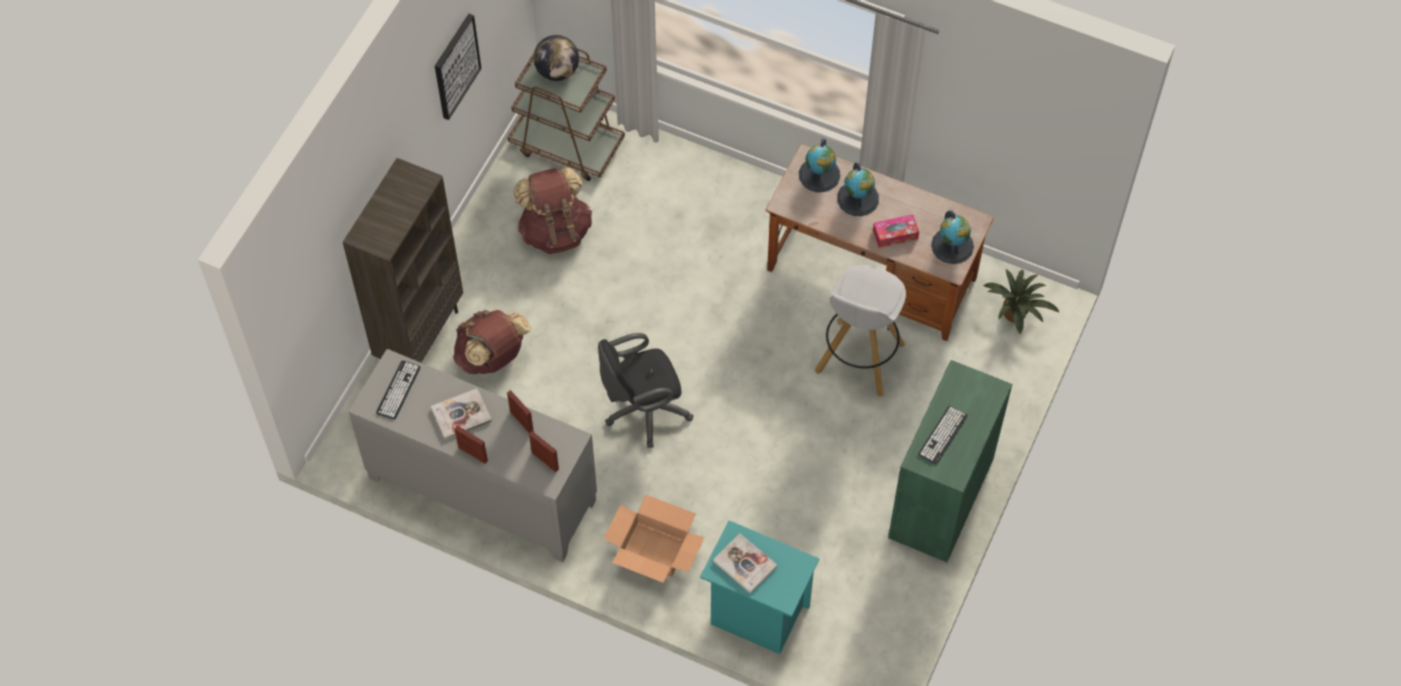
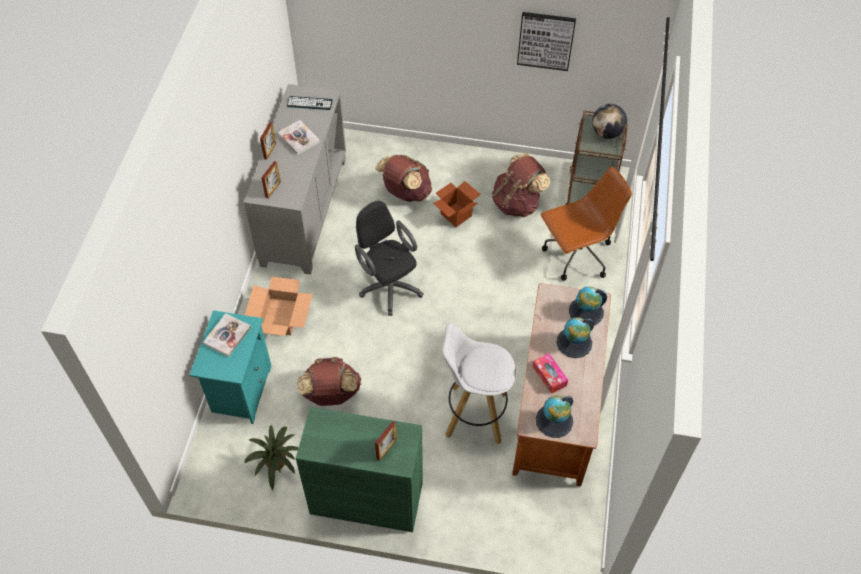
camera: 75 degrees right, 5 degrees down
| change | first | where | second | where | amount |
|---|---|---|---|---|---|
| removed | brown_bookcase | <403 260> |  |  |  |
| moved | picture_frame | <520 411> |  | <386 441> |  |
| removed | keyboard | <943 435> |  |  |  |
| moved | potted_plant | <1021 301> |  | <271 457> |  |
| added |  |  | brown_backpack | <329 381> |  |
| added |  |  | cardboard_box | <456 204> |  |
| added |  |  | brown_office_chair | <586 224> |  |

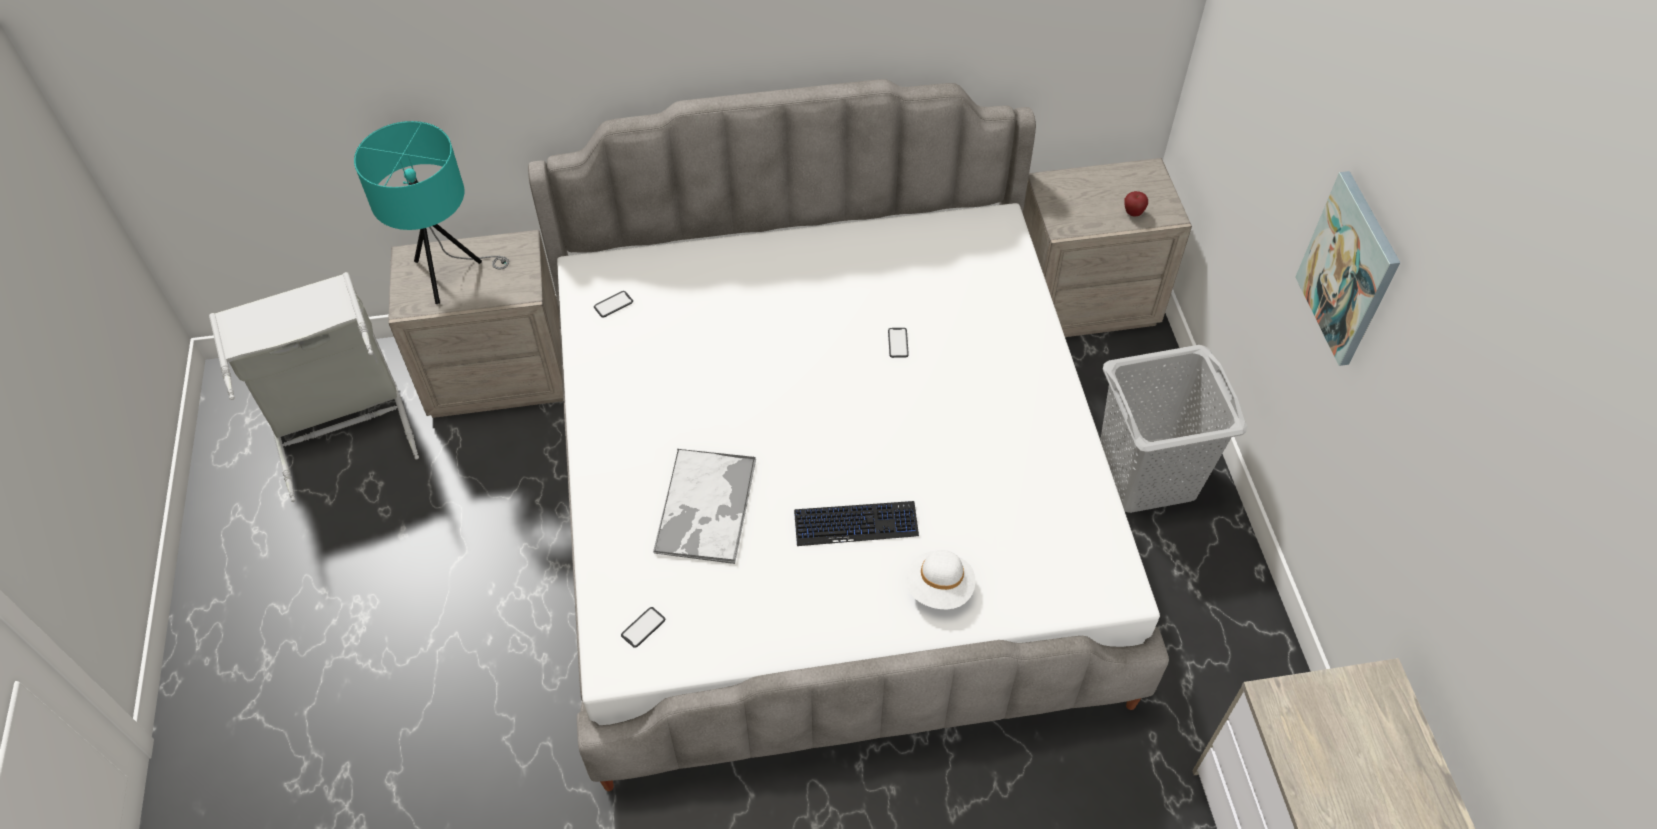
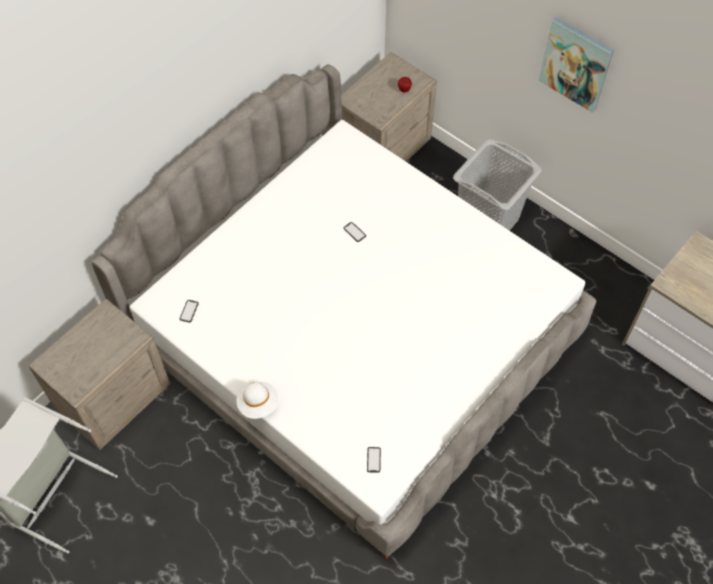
camera: 40 degrees left, 5 degrees up
| change | first | where | second | where | amount |
|---|---|---|---|---|---|
| removed | turquoise_table_lamp | <431 212> |  |  |  |
| removed | tray | <704 506> |  |  |  |
| removed | keyboard | <856 523> |  |  |  |
| moved | white_hat | <941 579> |  | <257 400> |  |

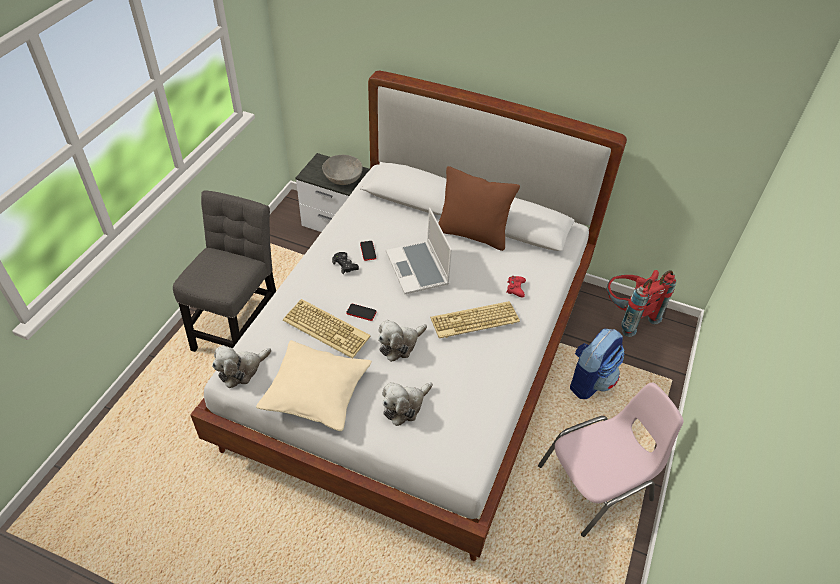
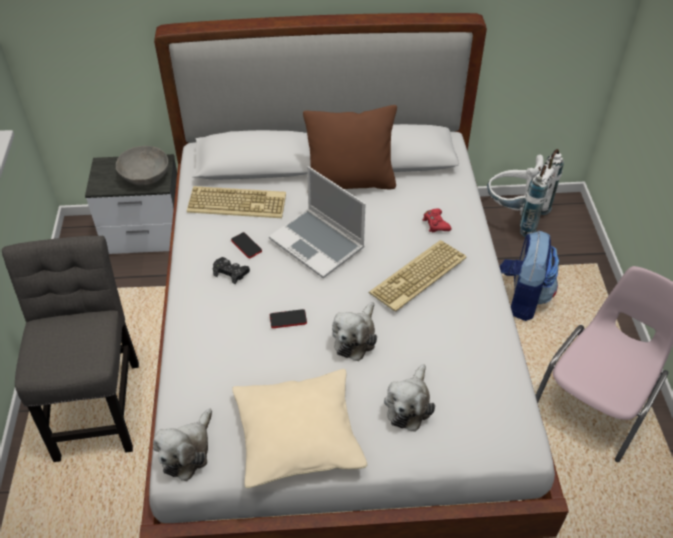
camera: 25 degrees left, 0 degrees up
| change | first | where | second | where | amount |
|---|---|---|---|---|---|
| moved | keyboard | <326 328> |  | <236 202> |  |
| recoloured | red_backpack | <641 303> | white_backpack | <525 193> |  |

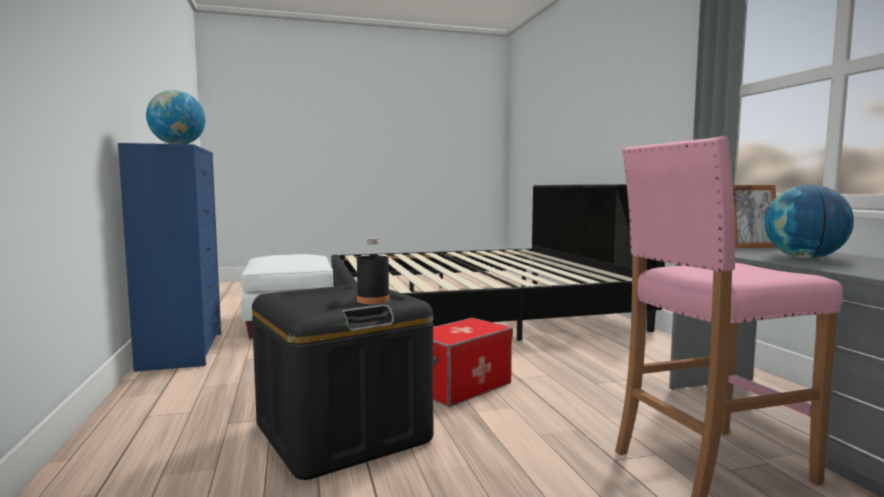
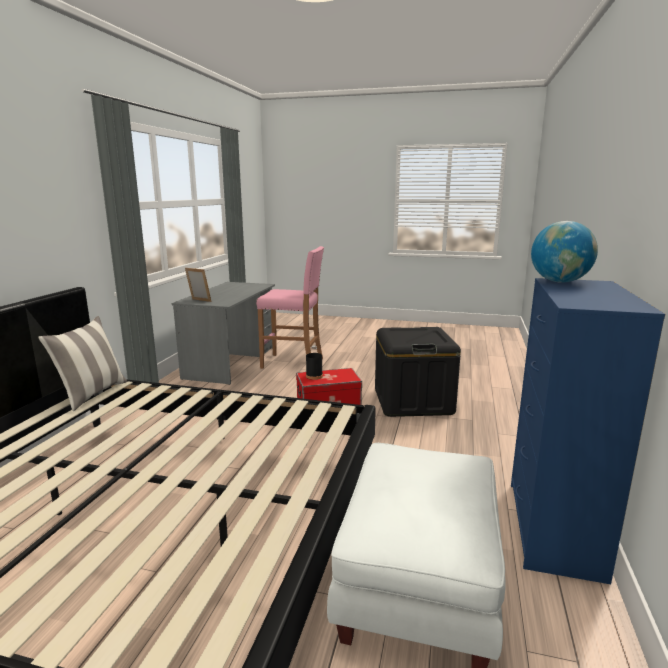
camera: 150 degrees left, 10 degrees up
| change | first | where | second | where | amount |
|---|---|---|---|---|---|
| moved | black_bottle | <373 271> |  | <314 362> |  |
| removed | globe | <809 222> |  |  |  |
| added |  |  | pillow | <82 363> |  |

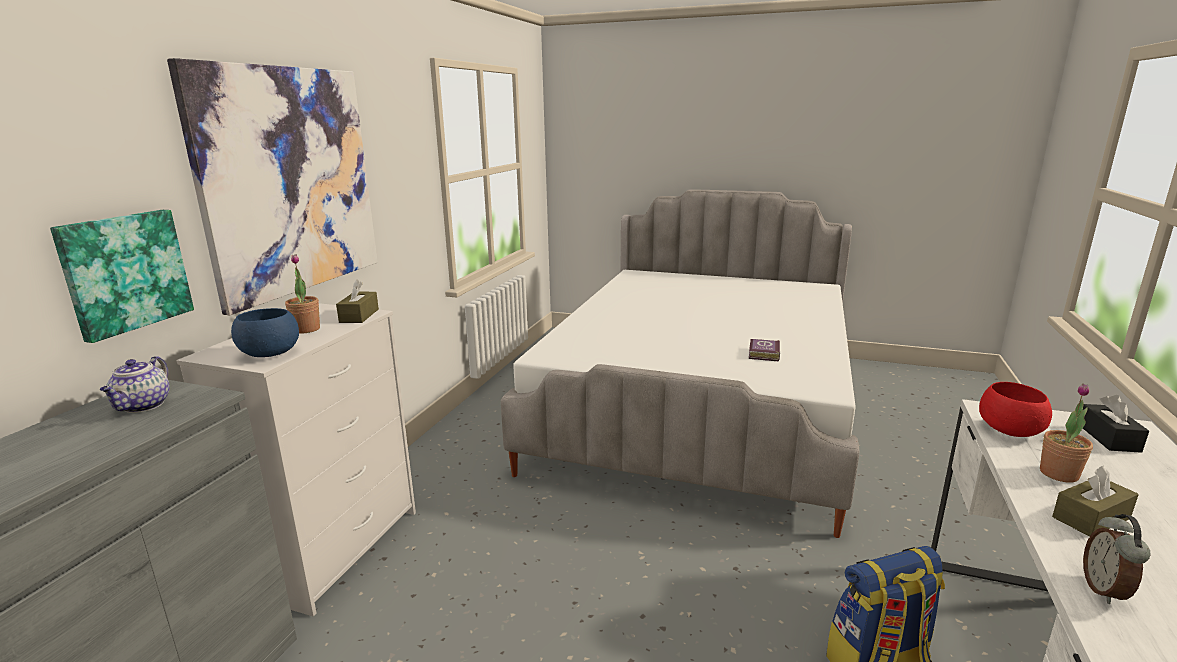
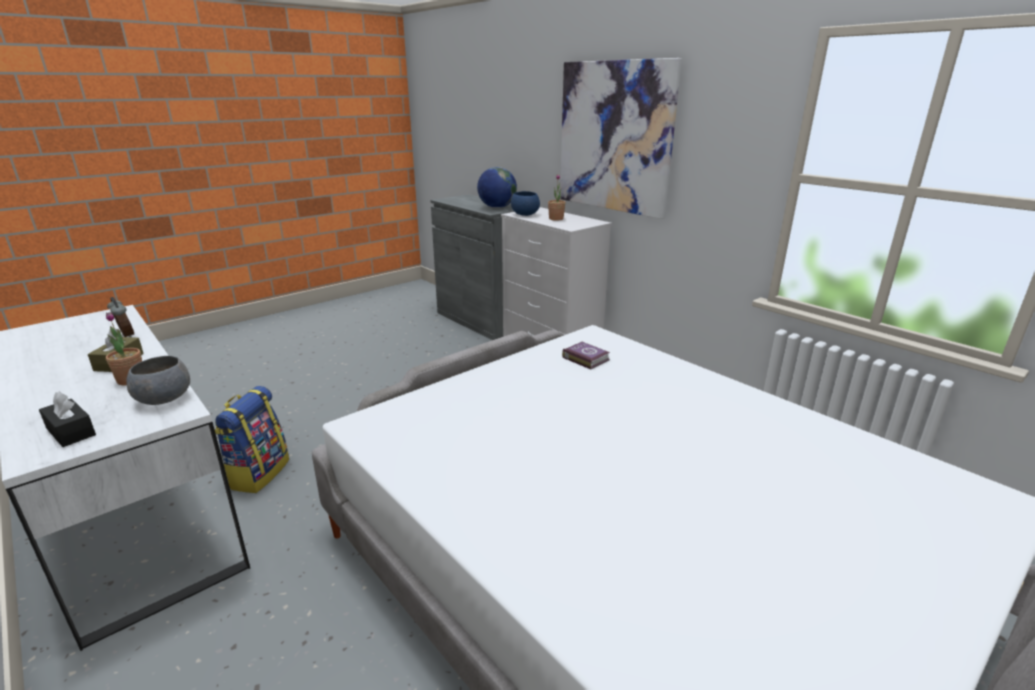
camera: 120 degrees right, 5 degrees up
| change | first | where | second | where | amount |
|---|---|---|---|---|---|
| removed | picture | <122 276> |  |  |  |
| replaced | teapot | <135 384> | globe | <497 187> |  |
| removed | brown_tissue_box | <357 301> |  |  |  |
| moved | book | <764 350> |  | <586 355> |  |
| recoloured | red_bowl | <1015 409> | grey_bowl | <158 380> |  |

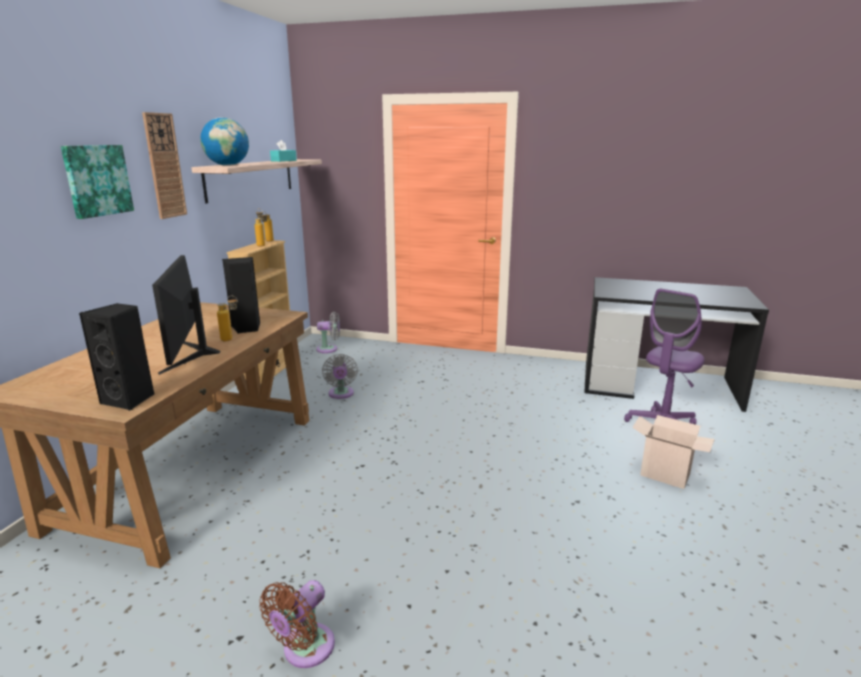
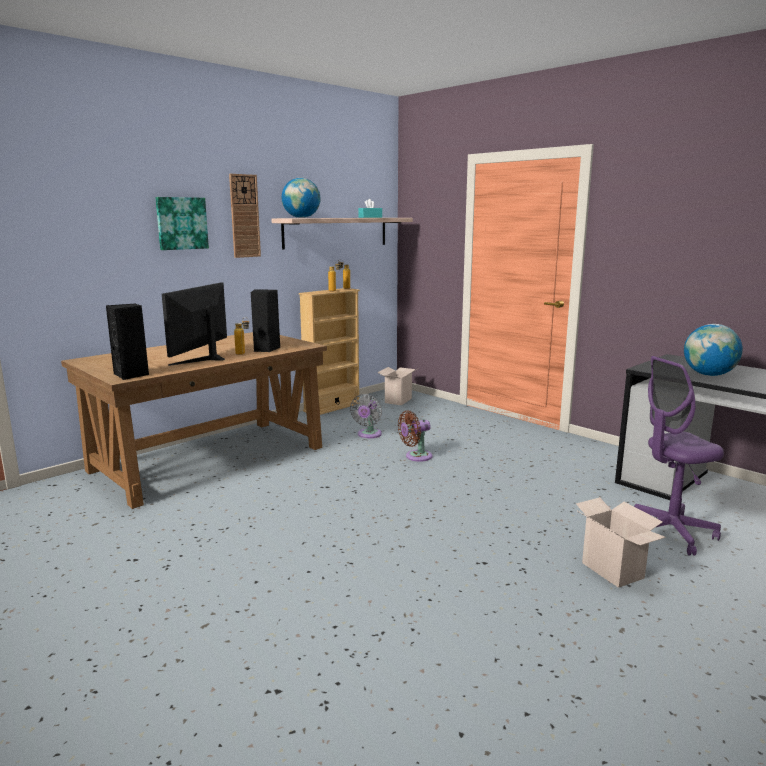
camera: 30 degrees right, 5 degrees down
| change | first | where | second | where | amount |
|---|---|---|---|---|---|
| moved | brown_fan | <297 624> |  | <415 436> |  |
| replaced | grey_fan | <328 332> | cardboard_box | <398 386> |  |
| added |  |  | globe | <713 350> |  |

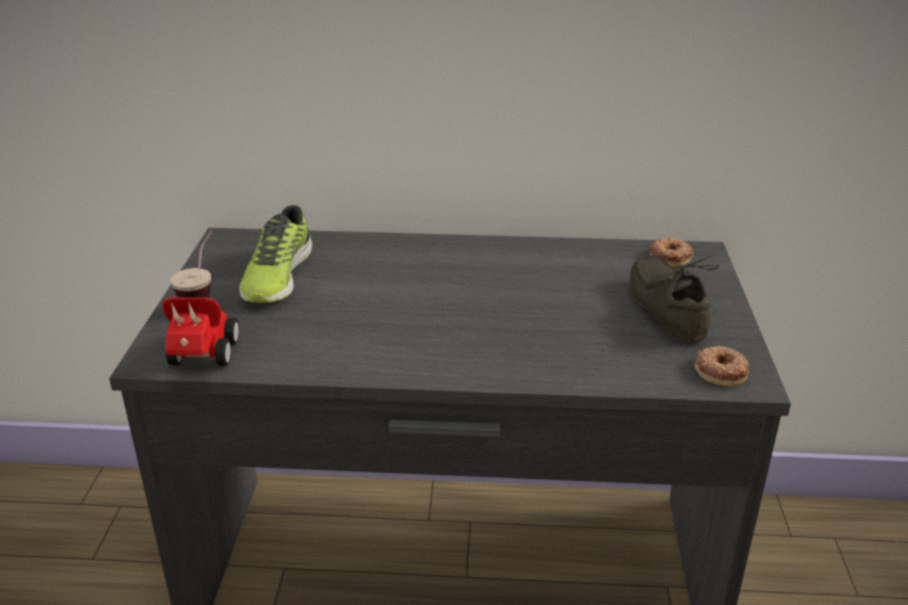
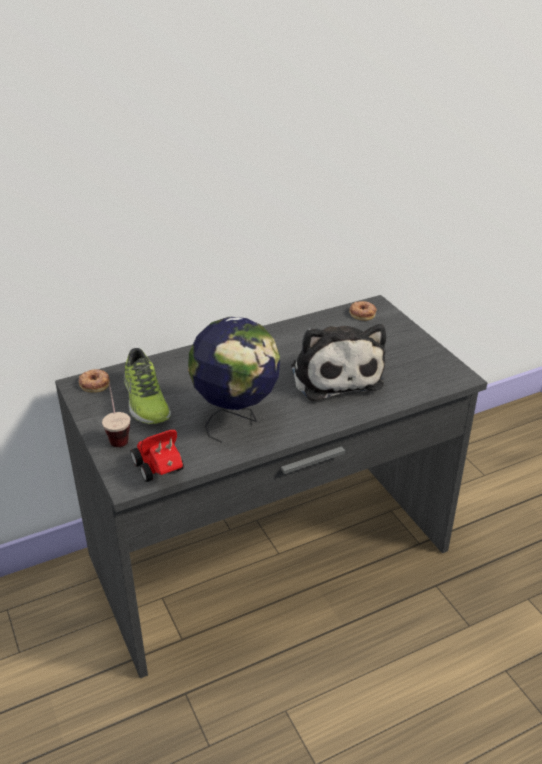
camera: 30 degrees left, 5 degrees up
| change | first | where | second | where | amount |
|---|---|---|---|---|---|
| removed | grey_shoe | <674 299> |  |  |  |
| moved | donut | <722 366> |  | <94 380> |  |
| added |  |  | globe | <234 380> |  |
| added |  |  | plush_toy | <338 362> |  |

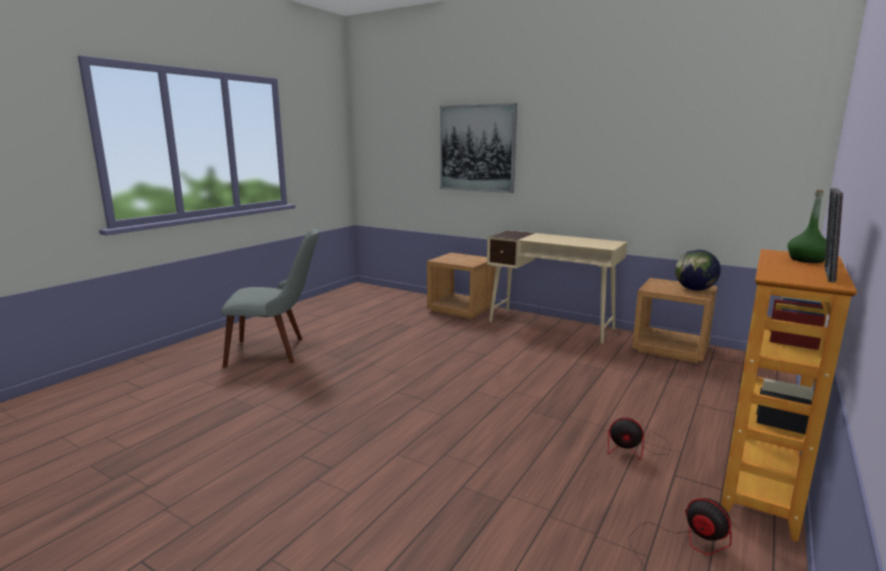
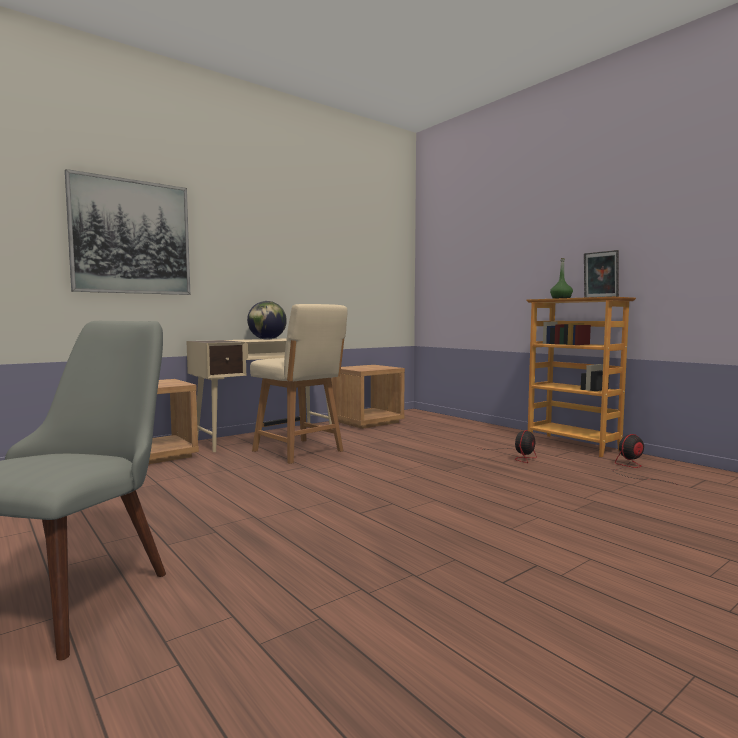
camera: 70 degrees left, 10 degrees down
| change | first | where | second | where | amount |
|---|---|---|---|---|---|
| moved | globe | <698 270> |  | <267 320> |  |
| added |  |  | beige_chair | <298 384> |  |

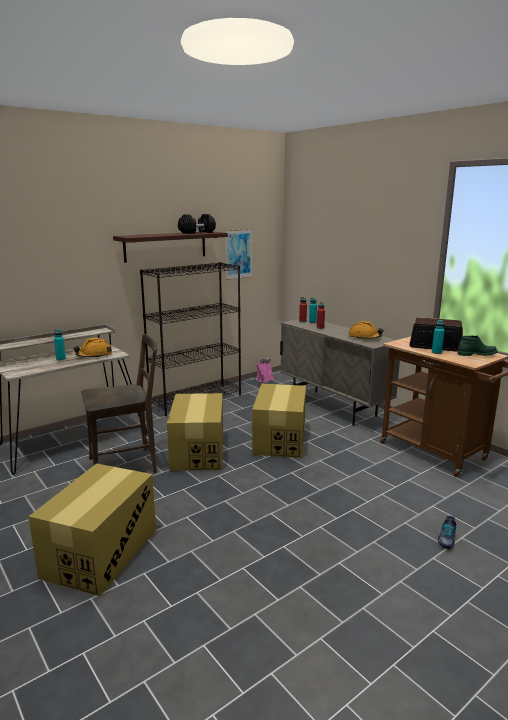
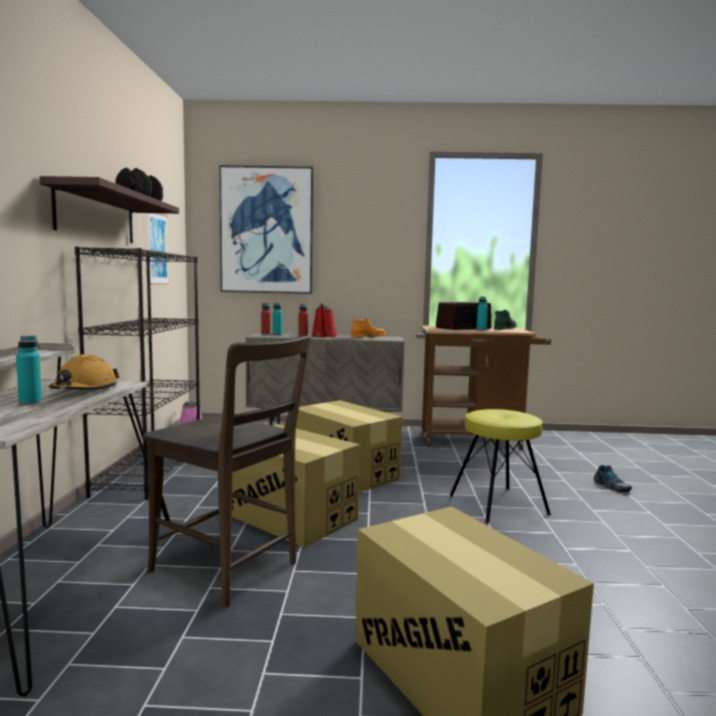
camera: 50 degrees left, 10 degrees down
| change | first | where | second | where | amount |
|---|---|---|---|---|---|
| turned | brown_chair | <119 403> |  | <226 471> | 105 degrees clockwise |
| replaced | orange_hard_hat | <366 330> | orange_boot | <368 328> |  |
| added |  |  | picture | <266 229> |  |
| added |  |  | red_watering_can | <324 320> |  |
| added |  |  | yellow_stool | <500 466> |  |

